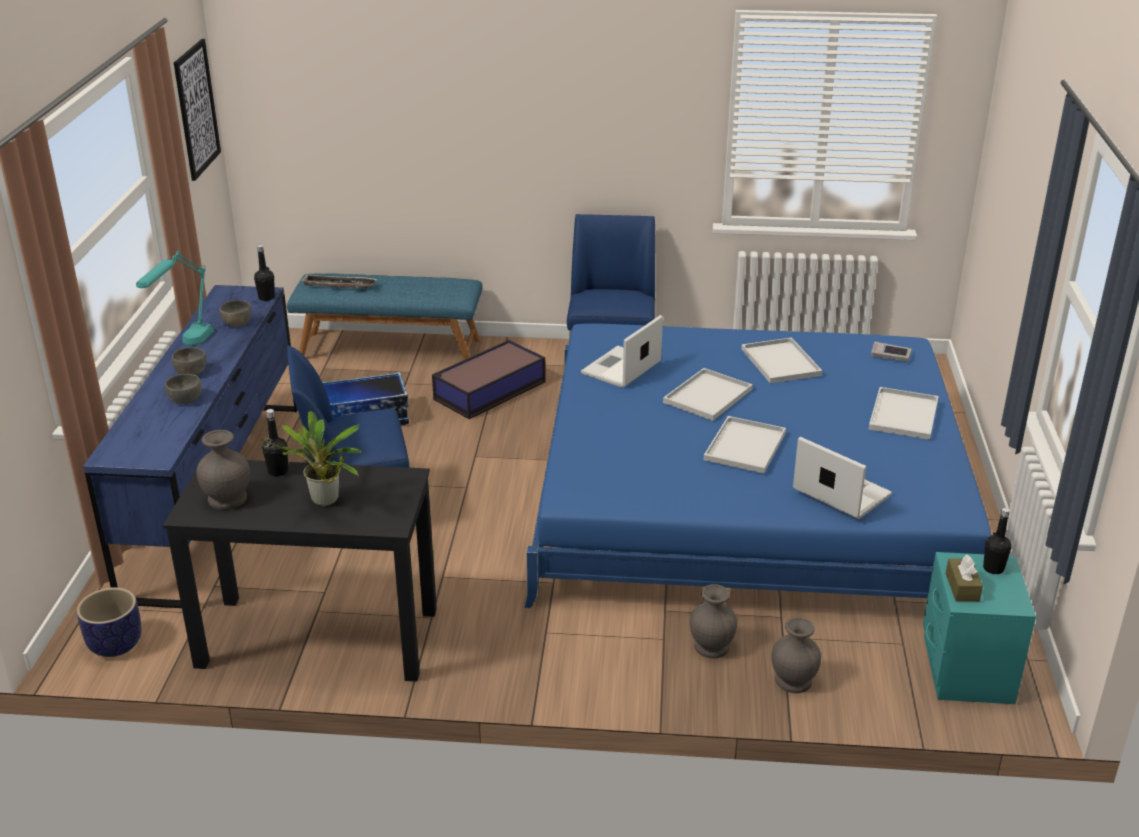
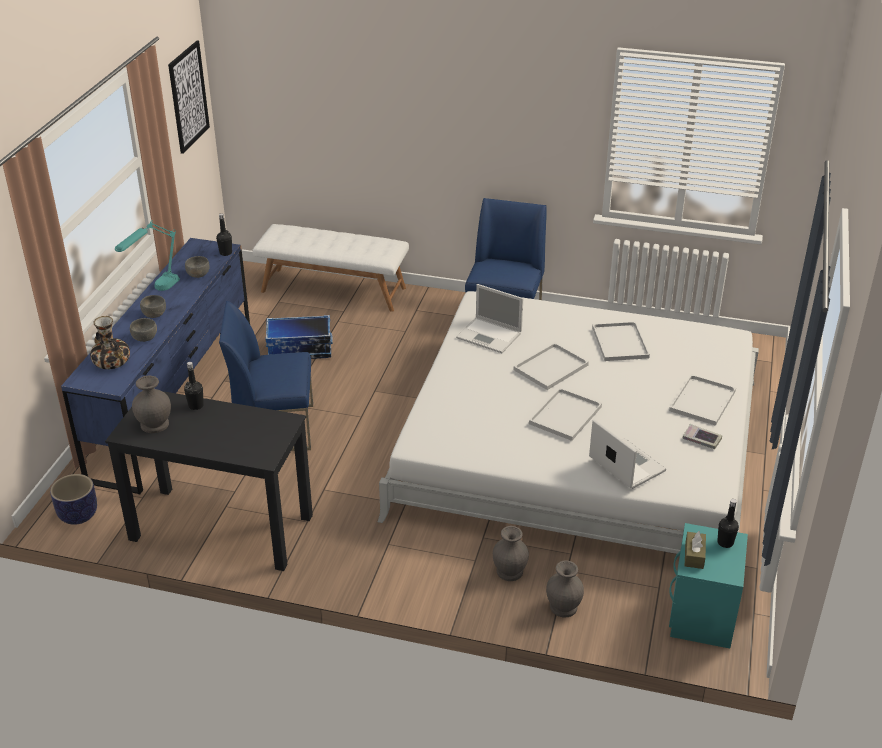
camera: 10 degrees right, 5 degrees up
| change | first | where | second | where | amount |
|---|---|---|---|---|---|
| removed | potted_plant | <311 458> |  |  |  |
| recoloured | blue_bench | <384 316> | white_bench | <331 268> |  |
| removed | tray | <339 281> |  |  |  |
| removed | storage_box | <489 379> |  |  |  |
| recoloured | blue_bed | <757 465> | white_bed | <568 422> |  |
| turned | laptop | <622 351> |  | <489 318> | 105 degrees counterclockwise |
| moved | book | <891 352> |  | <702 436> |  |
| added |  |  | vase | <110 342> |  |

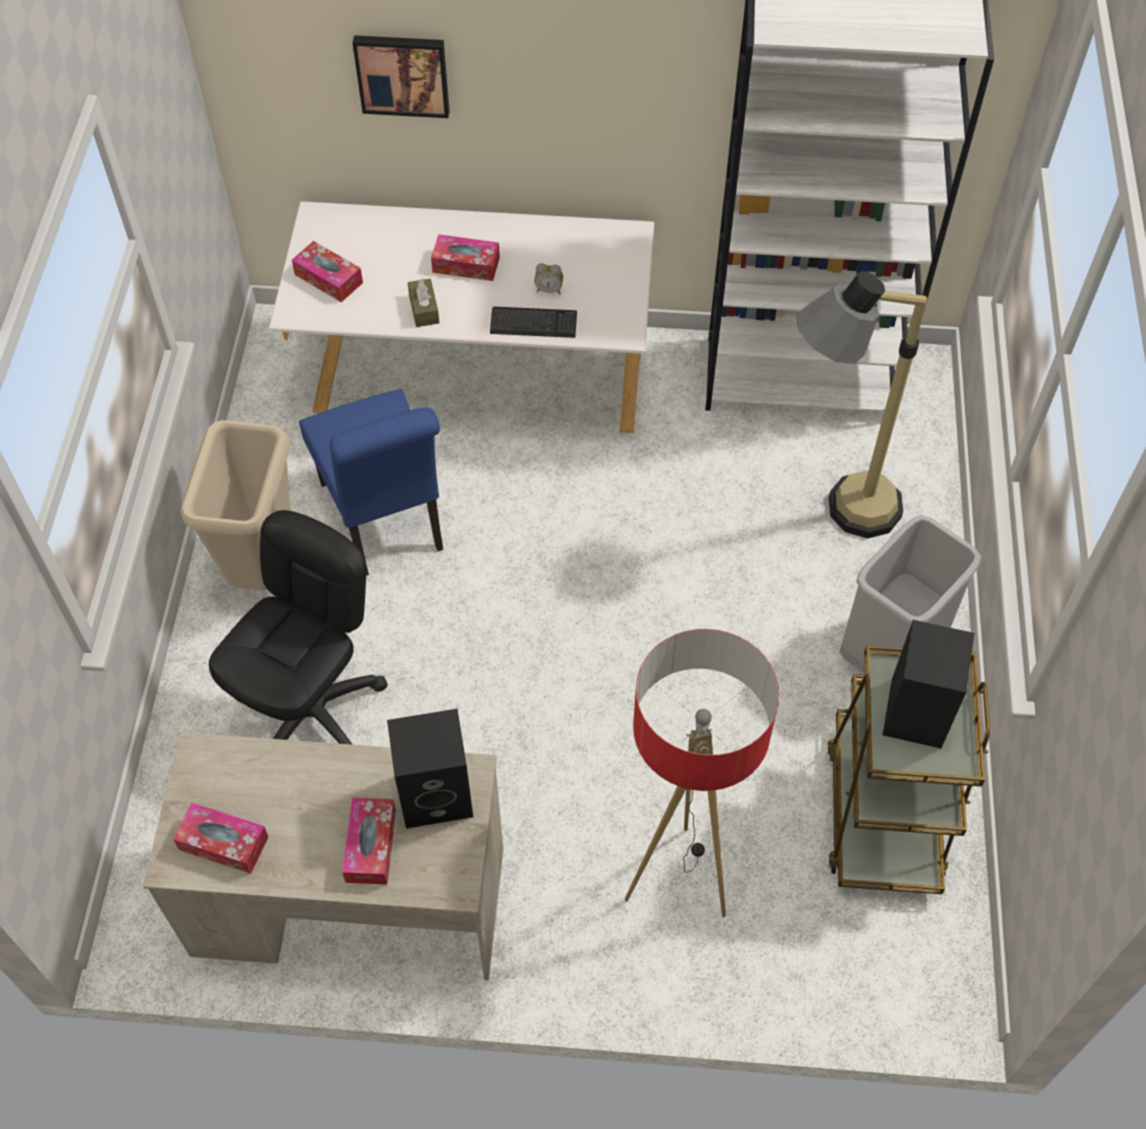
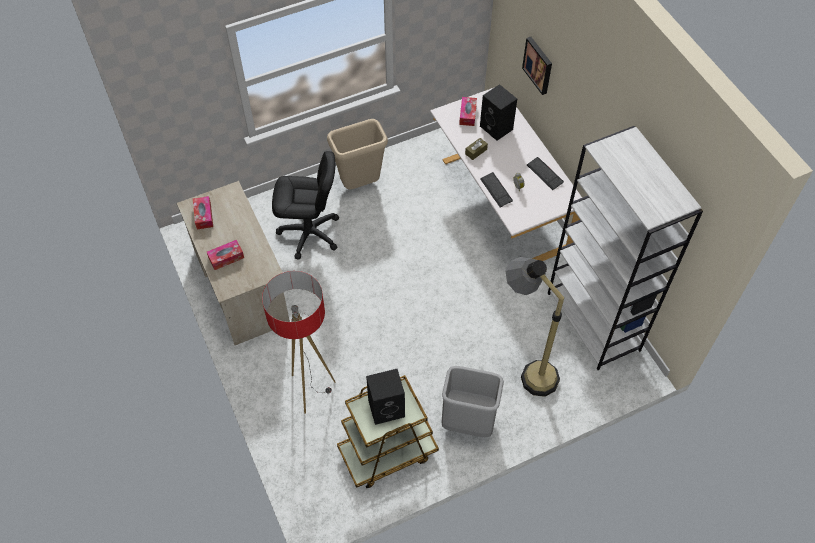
camera: 60 degrees right, 0 degrees up
| change | first | where | second | where | amount |
|---|---|---|---|---|---|
| removed | blue_chair | <371 482> |  |  |  |
| moved | black_speaker | <430 769> |  | <498 112> |  |
| removed | tissue_box | <465 257> |  |  |  |
| added |  |  | keyboard | <545 173> |  |

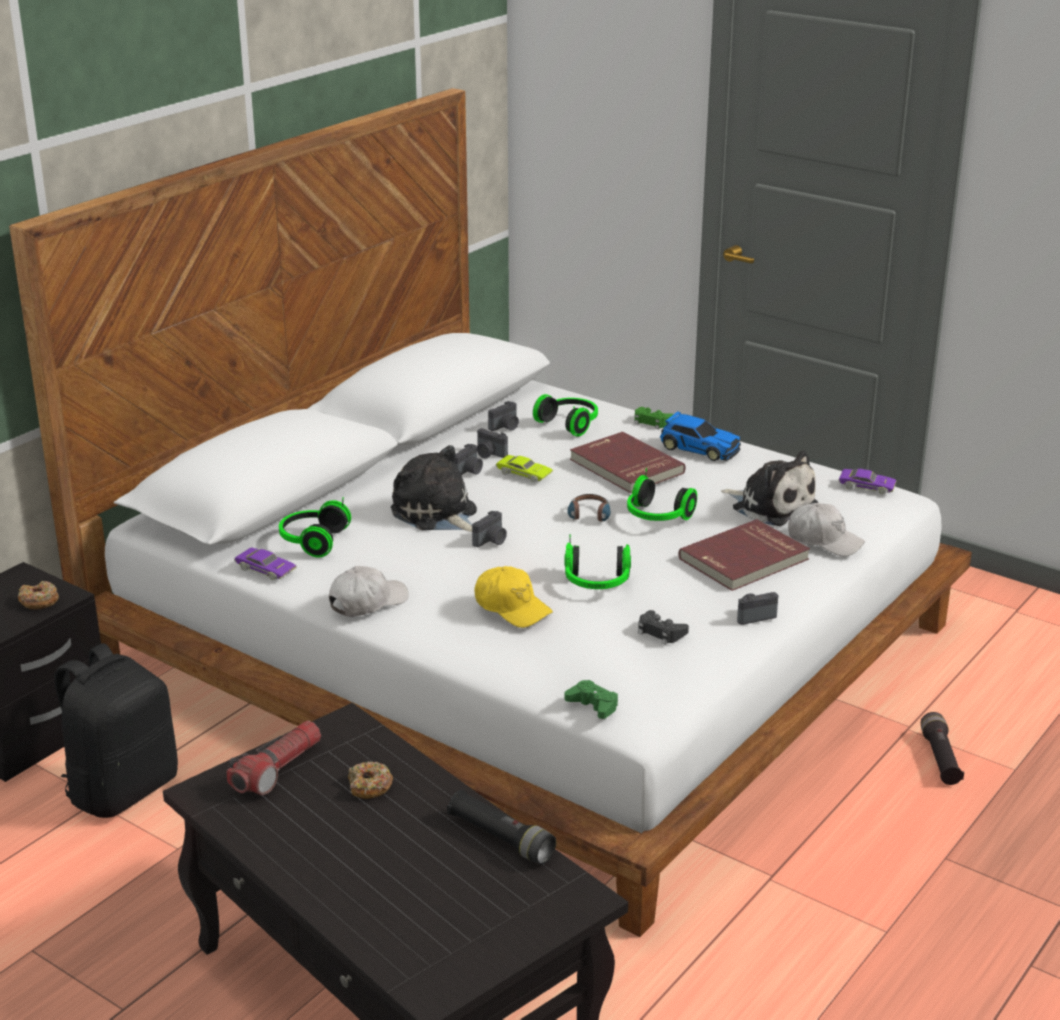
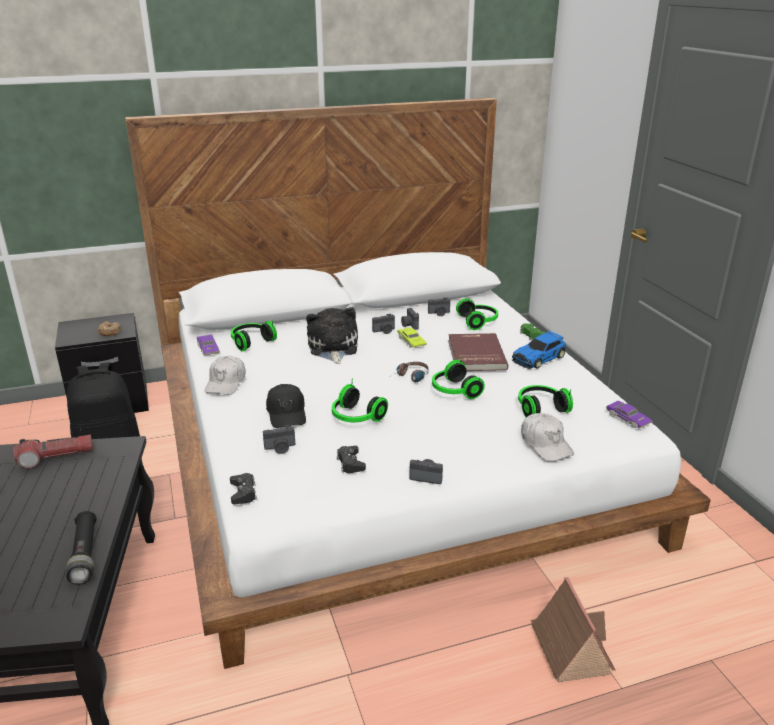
camera: 35 degrees right, 0 degrees up
| change | first | where | second | where | amount |
|---|---|---|---|---|---|
| turned | white_cap | <369 591> |  | <225 375> | 105 degrees clockwise |
| removed | donut | <370 780> |  |  |  |
| moved | photo_camera | <489 529> |  | <279 439> |  |
| recoloured | yellow_cap | <513 597> | black_cap | <286 406> |  |
| recoloured | green_game_controller | <591 699> | black_game_controller | <243 488> |  |
| turned | toy_car | <700 436> |  | <539 349> | 75 degrees clockwise |
| removed | red_book | <744 555> |  |  |  |
| replaced | plush_toy | <769 488> | headphones | <545 401> |  |
| replaced | black_flashlight | <942 748> | toy_house | <573 629> |  |

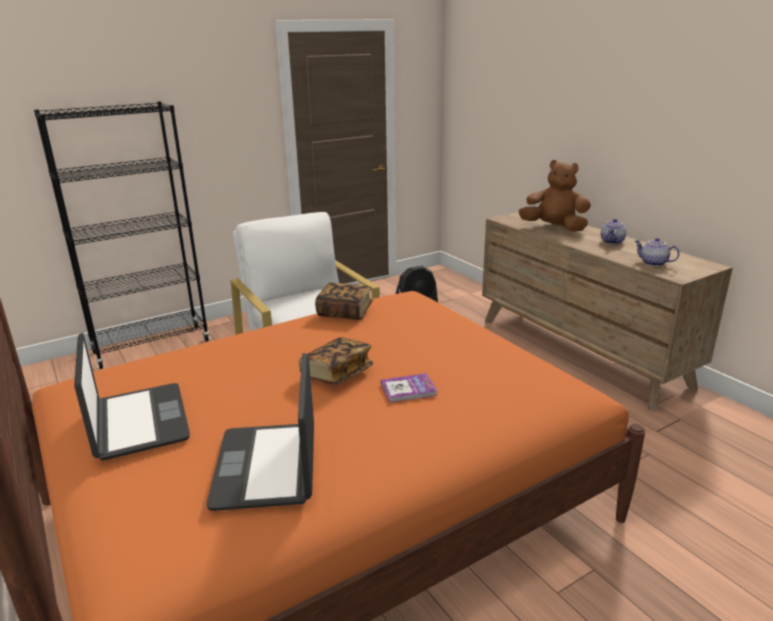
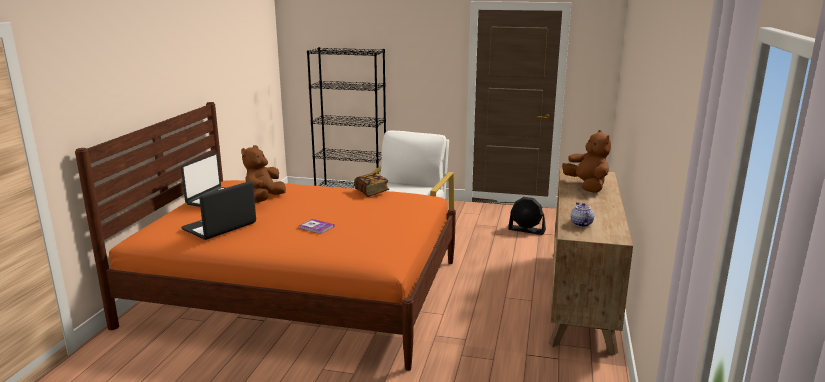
camera: 45 degrees right, 5 degrees down
| change | first | where | second | where | amount |
|---|---|---|---|---|---|
| removed | book | <336 361> |  |  |  |
| removed | teapot | <613 231> |  |  |  |
| added |  |  | brown_plush_toy | <263 174> |  |

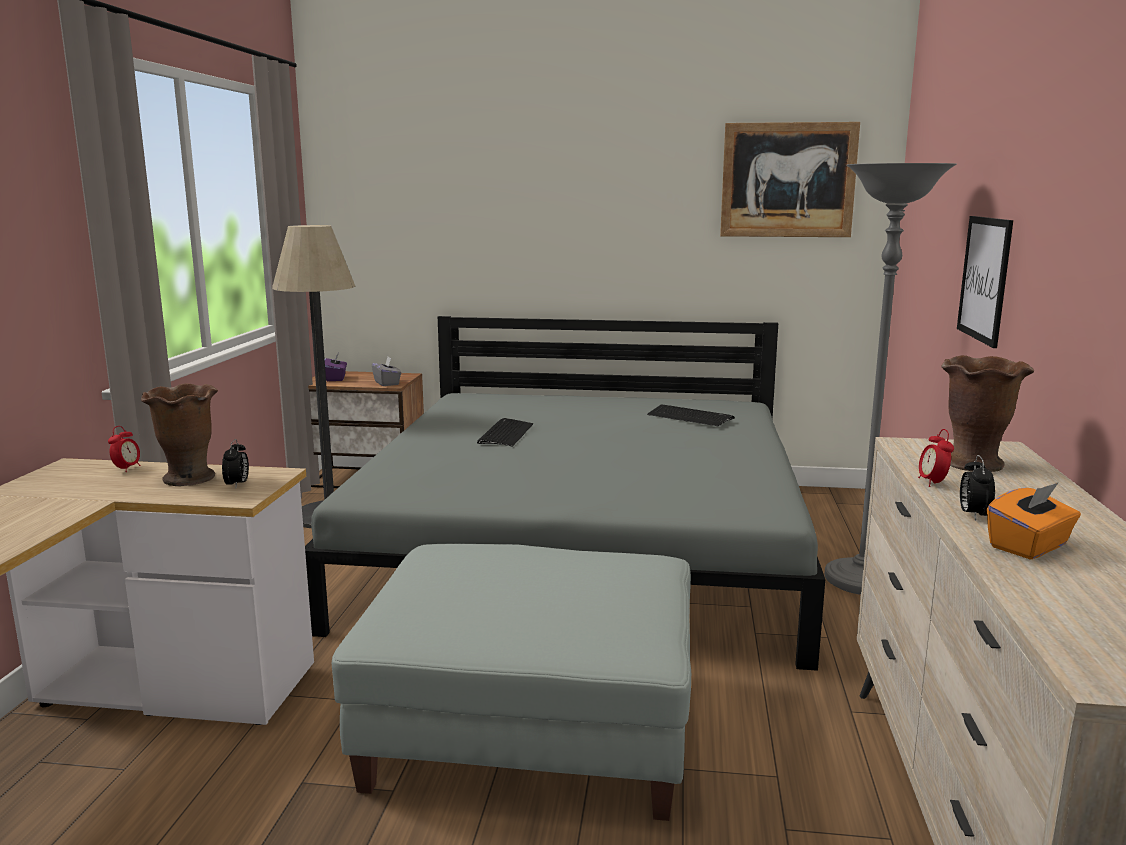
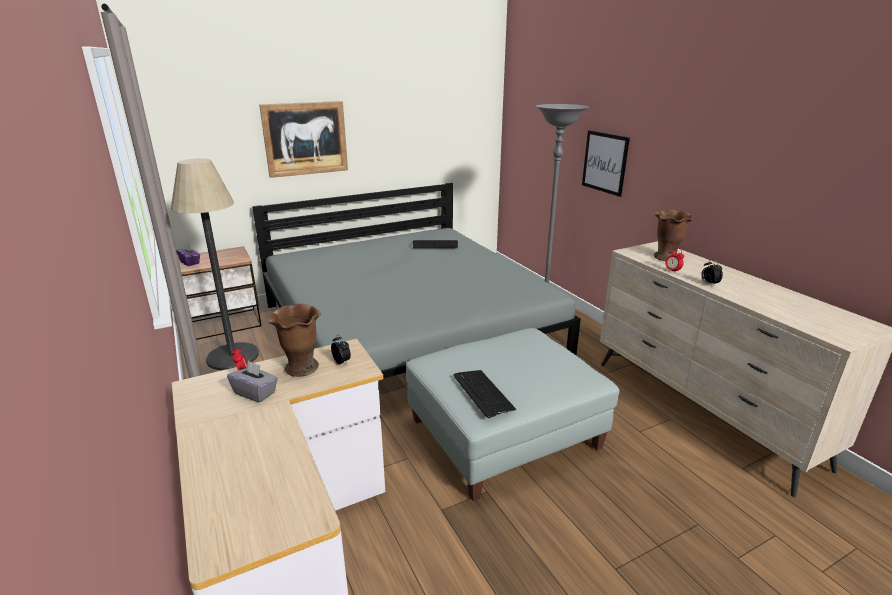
camera: 35 degrees left, 10 degrees up
| change | first | where | second | where | amount |
|---|---|---|---|---|---|
| moved | grey_tissue_box | <386 371> |  | <252 382> |  |
| moved | keyboard | <505 432> |  | <485 394> |  |
| moved | picture | <790 179> |  | <303 139> |  |
| removed | orange_tissue_box | <1034 521> |  |  |  |

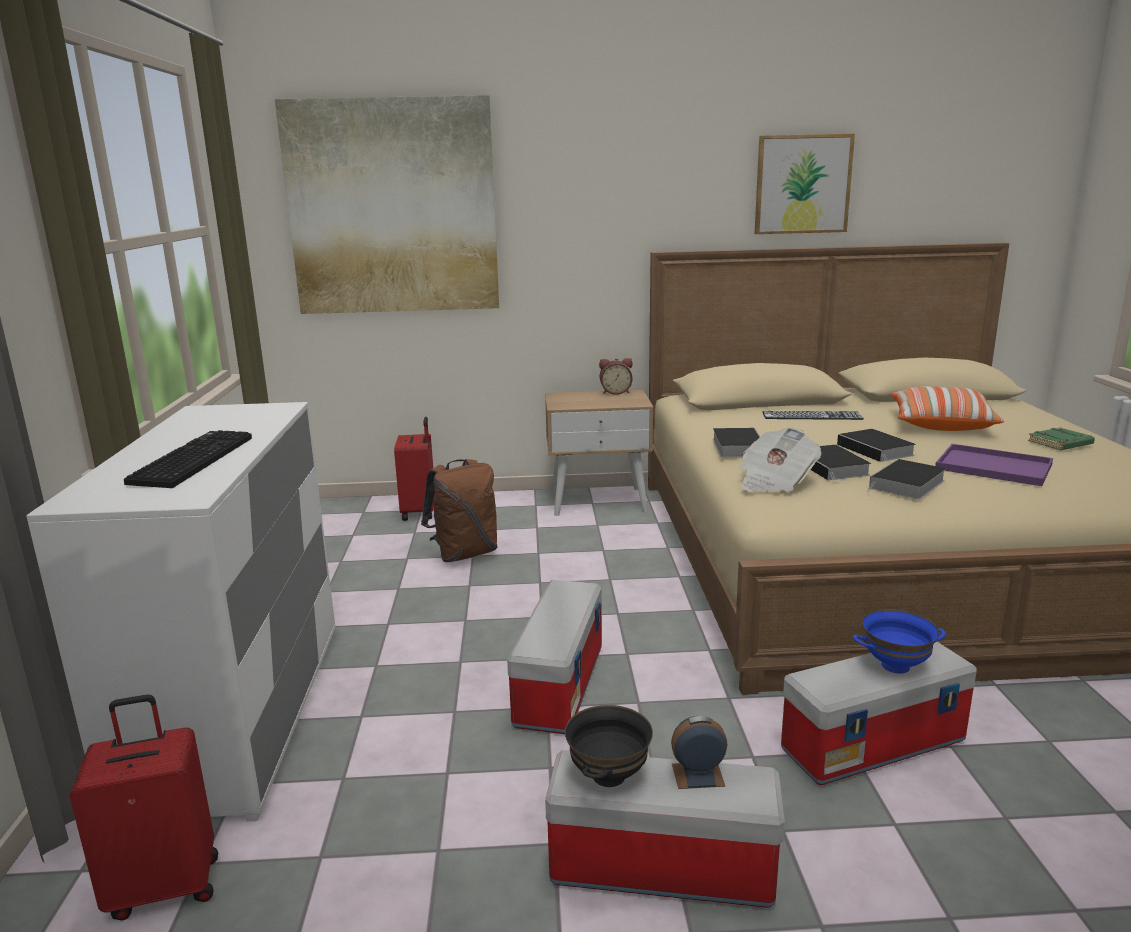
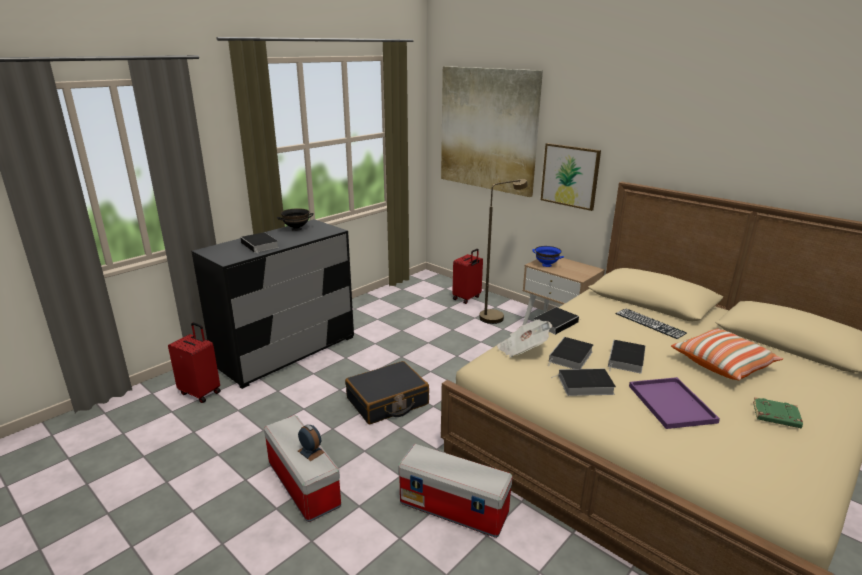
camera: 45 degrees right, 5 degrees up
| change | first | where | second | where | amount |
|---|---|---|---|---|---|
| recoloured | white_dresser | <180 612> | black_dresser | <272 304> |  |
| replaced | keyboard | <188 459> | book | <259 243> |  |
| removed | brown_backpack | <459 510> |  |  |  |
| replaced | storage_box | <554 657> | black_suitcase | <387 392> |  |
| moved | black_bowl | <609 746> |  | <295 219> |  |
| removed | alarm_clock | <616 376> |  |  |  |
| moved | picture | <805 184> |  | <571 177> |  |
| moved | blue_bowl | <899 641> |  | <548 256> |  |
| added |  |  | brown_floor_lamp | <503 251> |  |

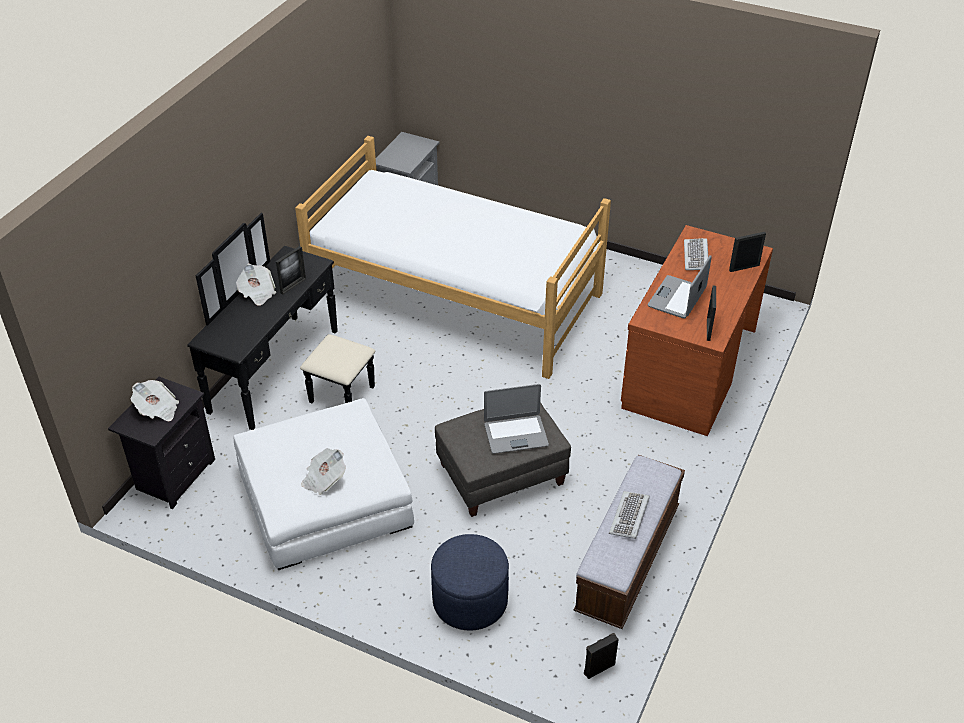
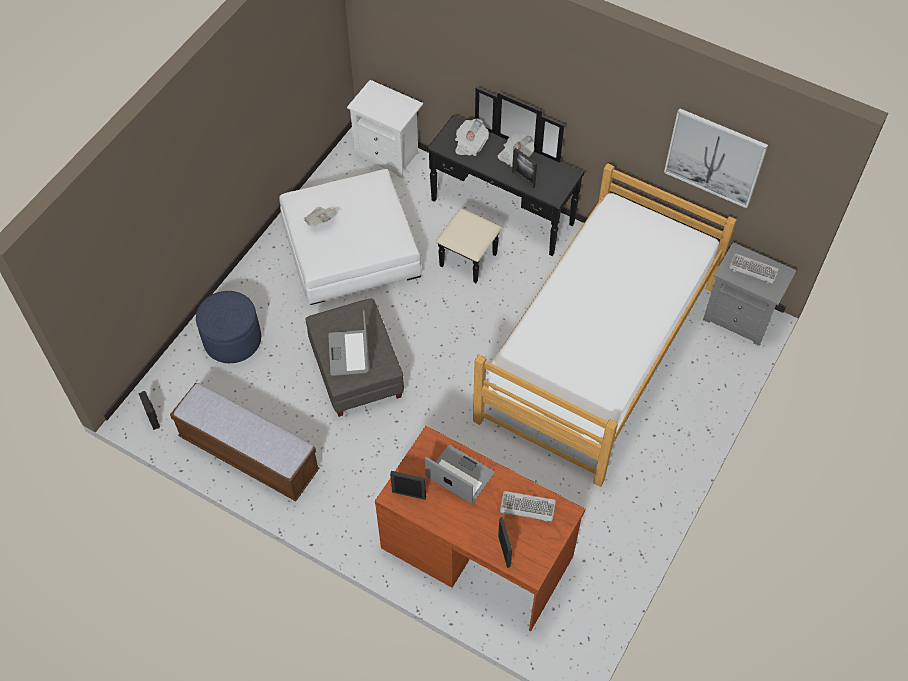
camera: 95 degrees right, 15 degrees up
| change | first | where | second | where | amount |
|---|---|---|---|---|---|
| recoloured | black_nightstand | <161 443> | white_nightstand | <385 129> |  |
| moved | newspaper | <155 400> |  | <472 137> |  |
| moved | keyboard | <629 515> |  | <754 268> |  |
| added |  |  | picture | <716 158> |  |

